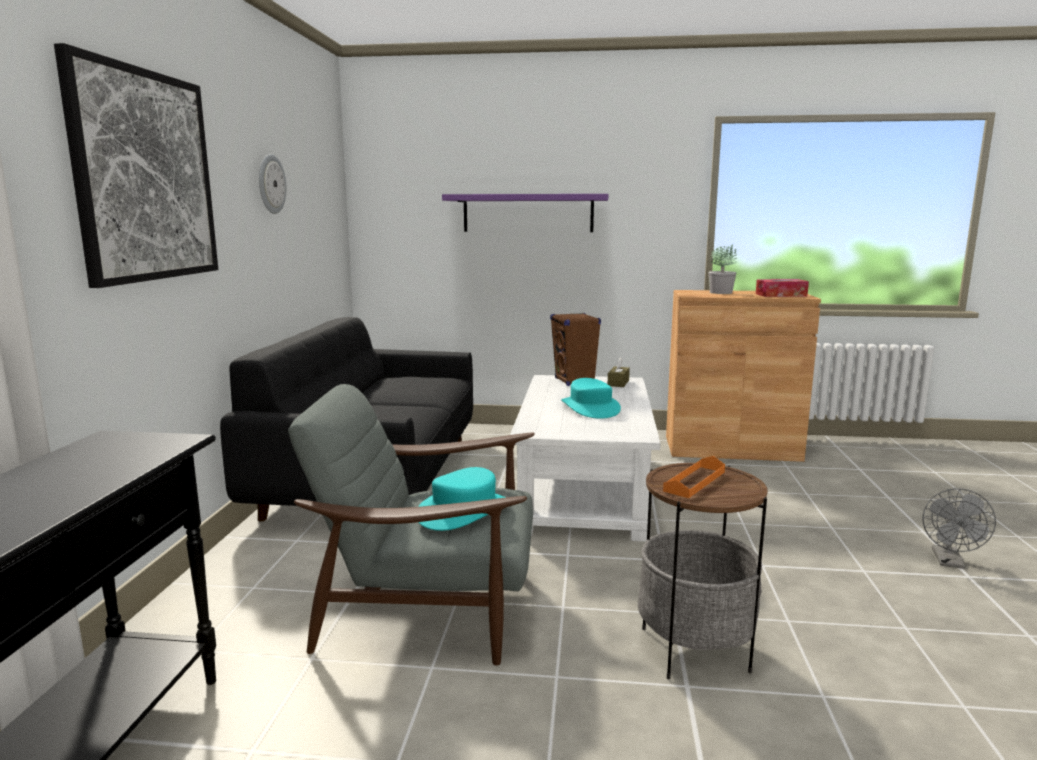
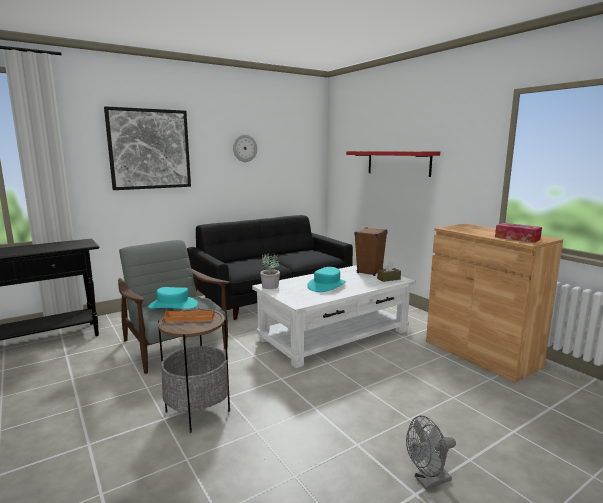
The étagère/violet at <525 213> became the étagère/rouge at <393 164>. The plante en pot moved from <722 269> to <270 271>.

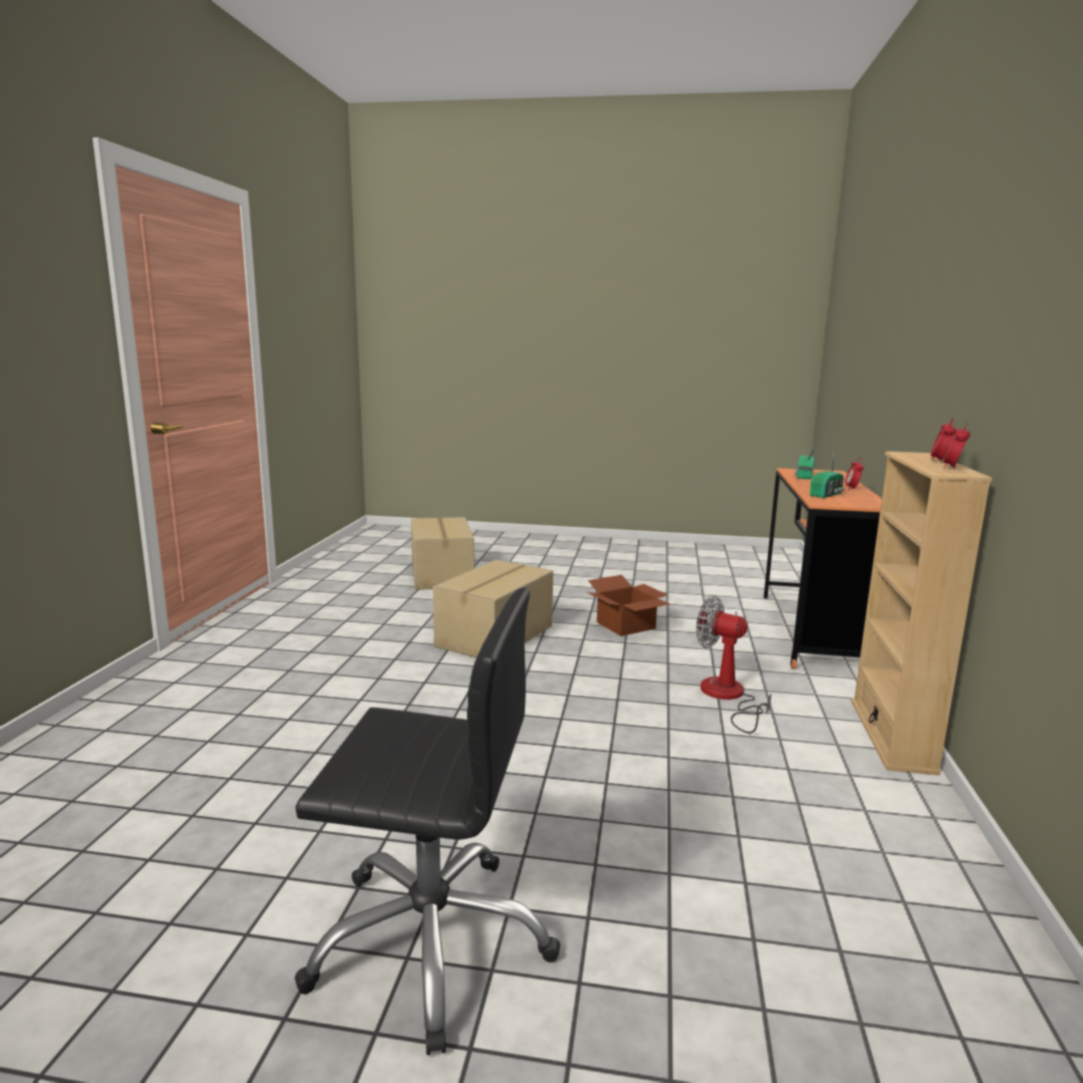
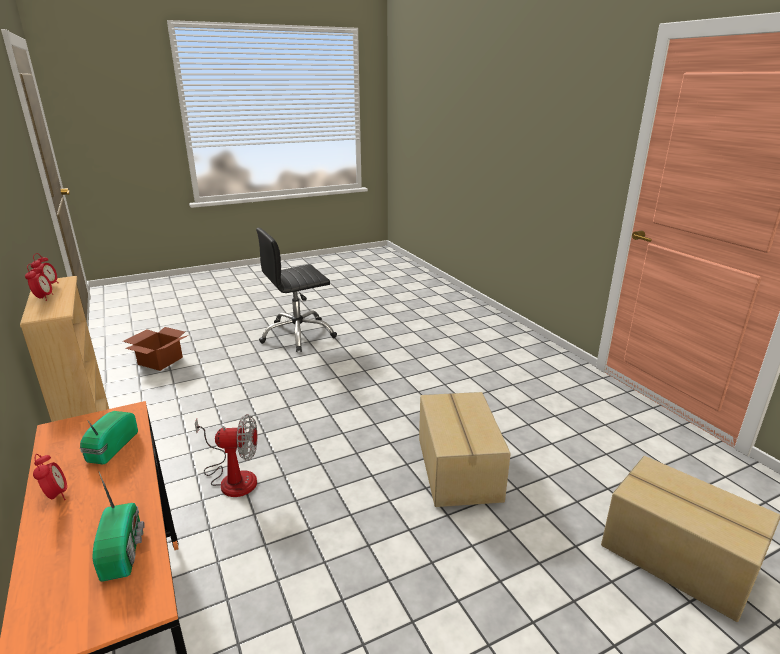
The carton moved from <628 605> to <156 349>.

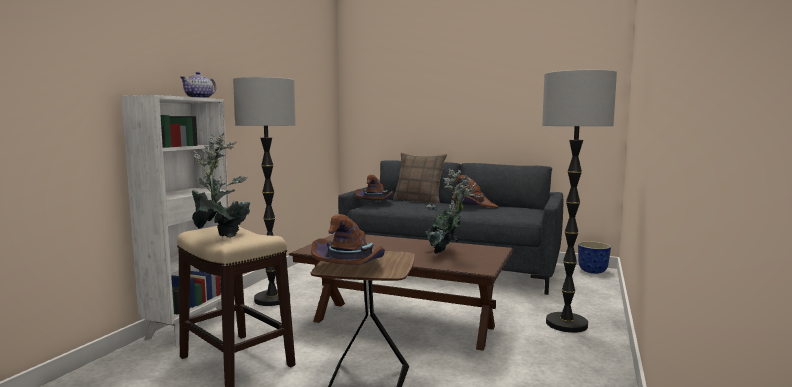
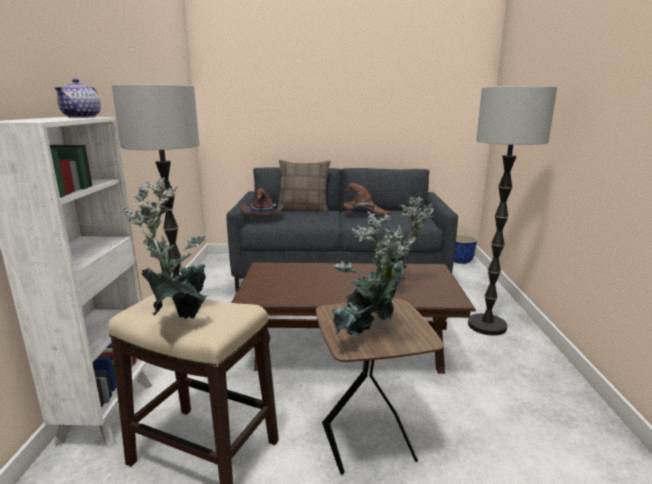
The chapeau/marron at <348 239> was replaced by the plante en pot at <374 272>.

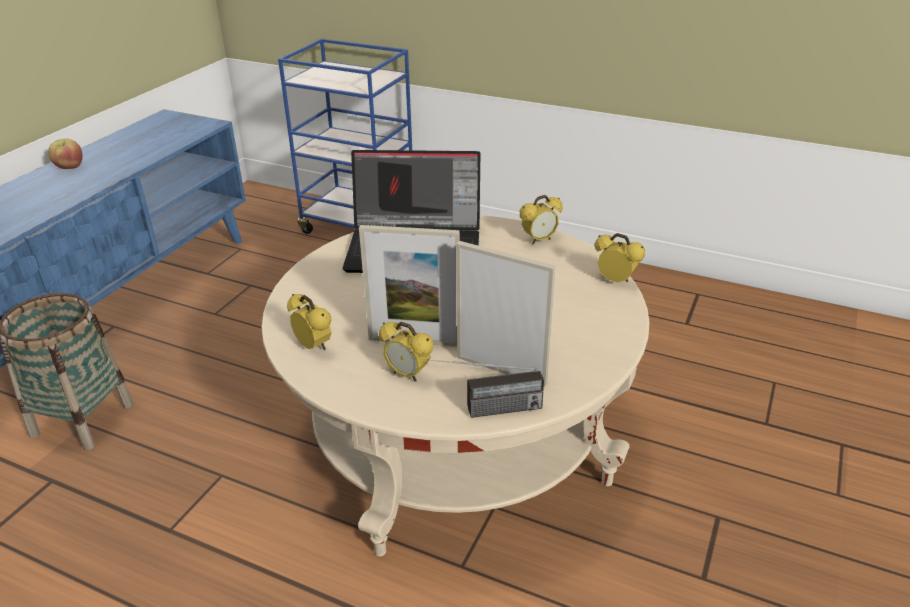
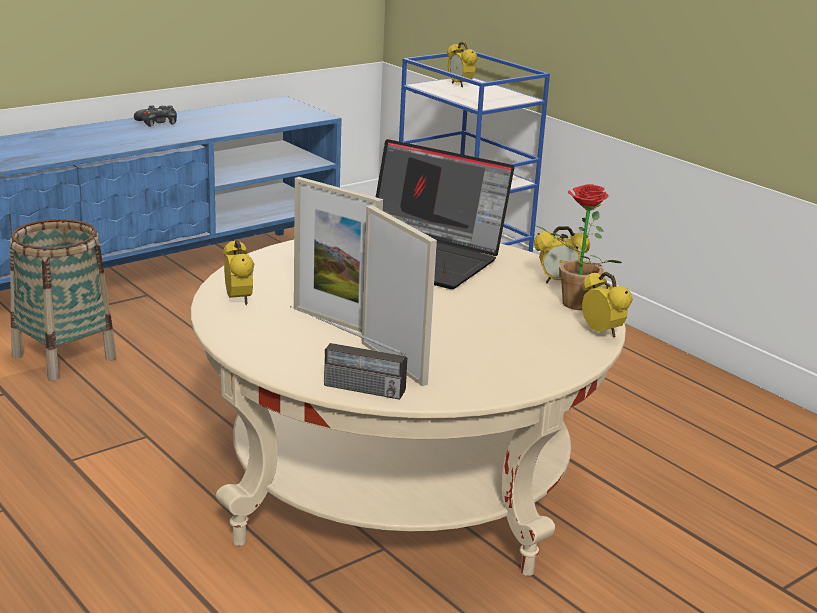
The pomme at <65 153> was replaced by the manette/noir at <155 116>. The réveil moved from <406 352> to <462 65>. The plante en pot at <579 247> appeared.

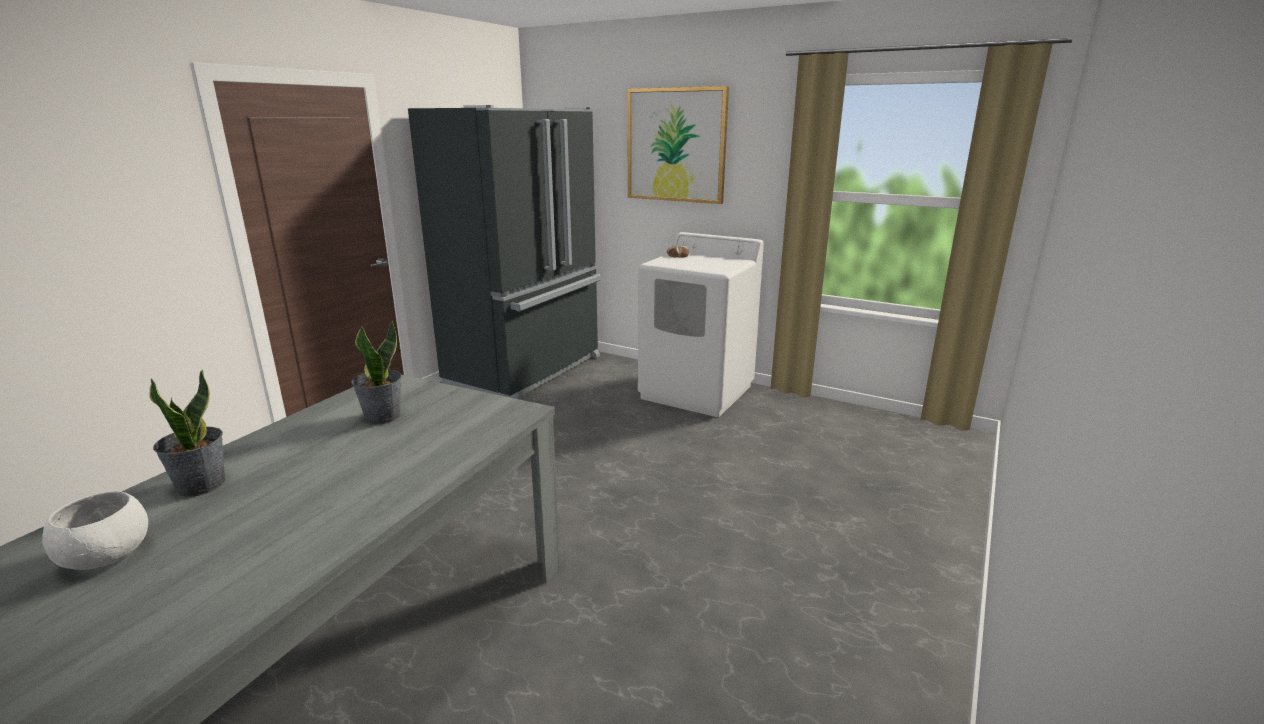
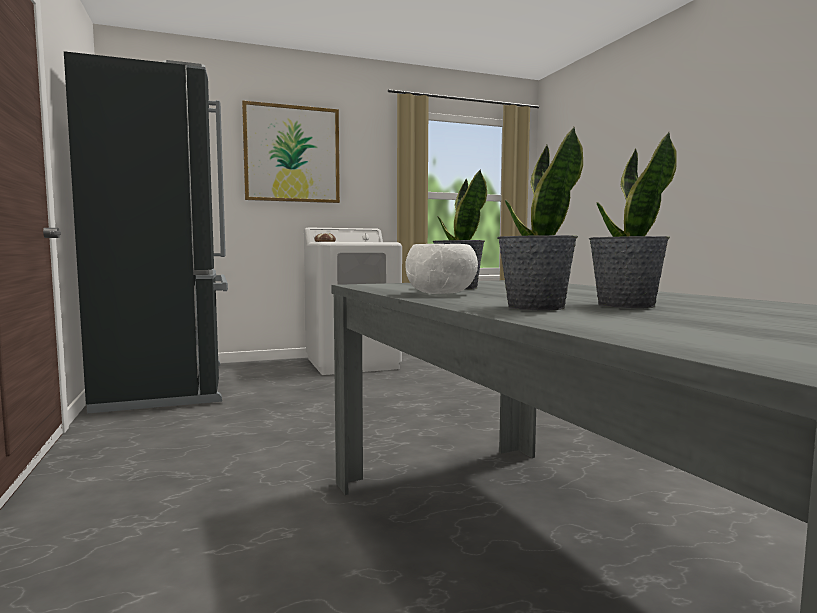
The bol/blanc moved from <95 530> to <441 269>. The plante en pot at <633 220> appeared.

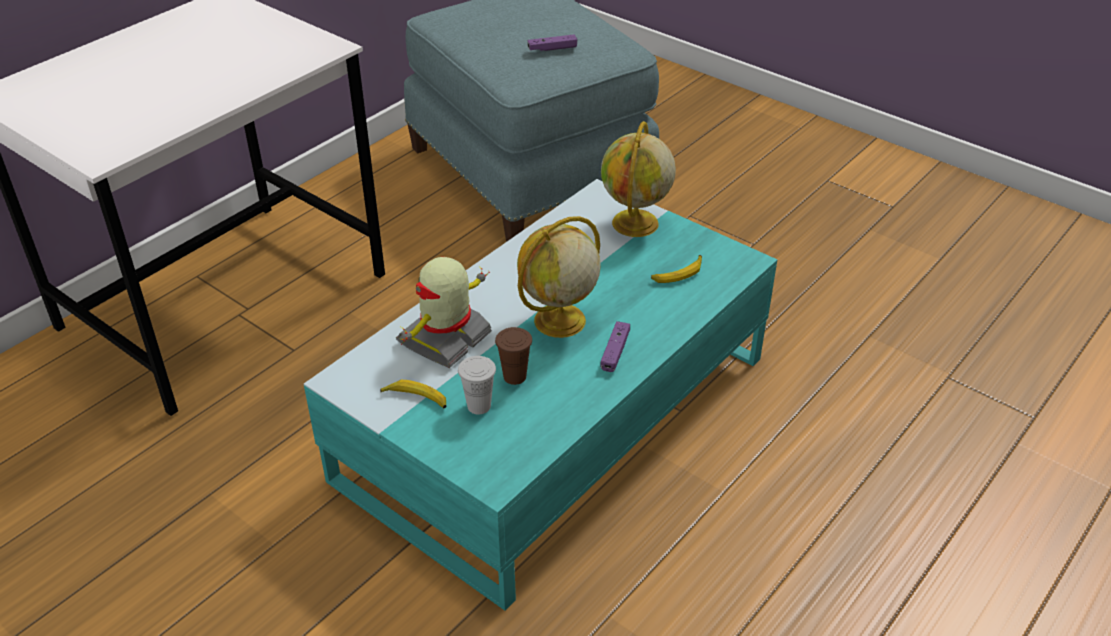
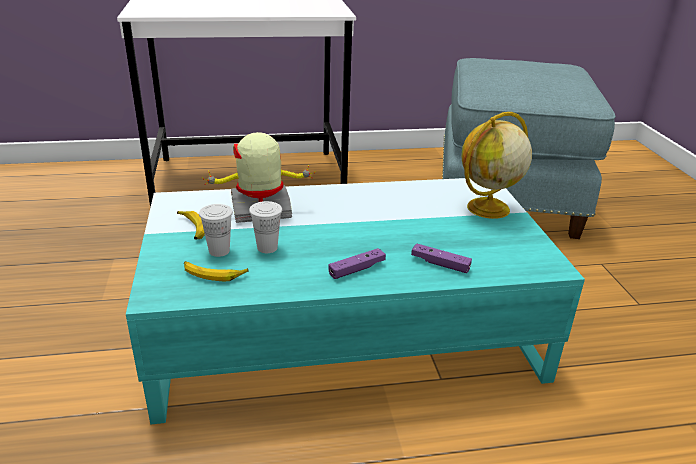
The manette/violet moved from <552 42> to <441 258>. The globe at <558 277> disappeared. The banane moved from <676 269> to <216 271>. The tasse/marron at <513 356> became the tasse/blanc at <265 227>.

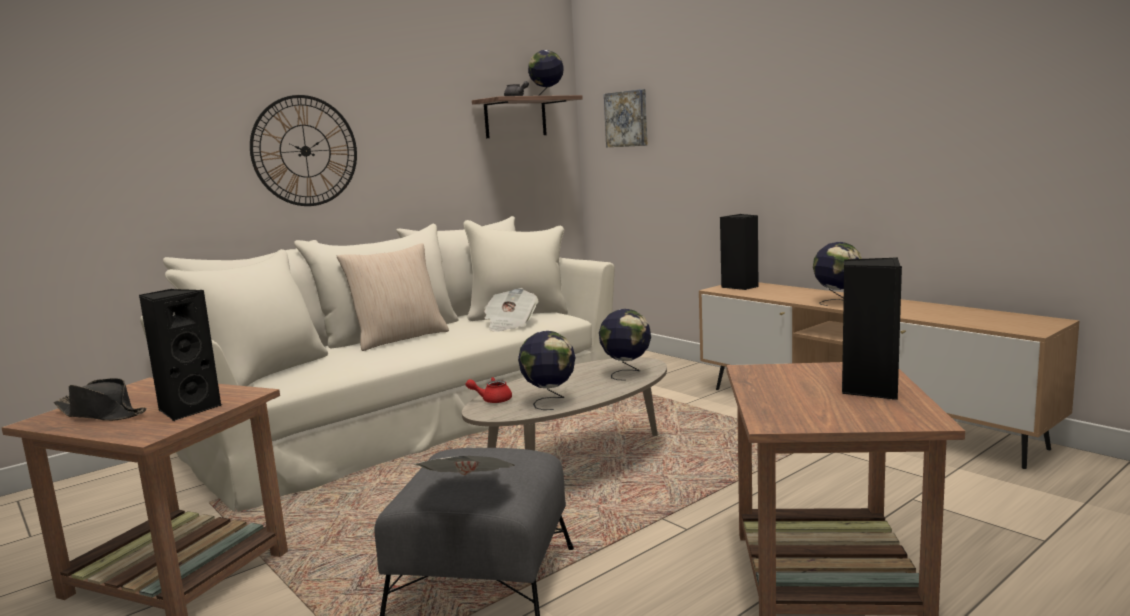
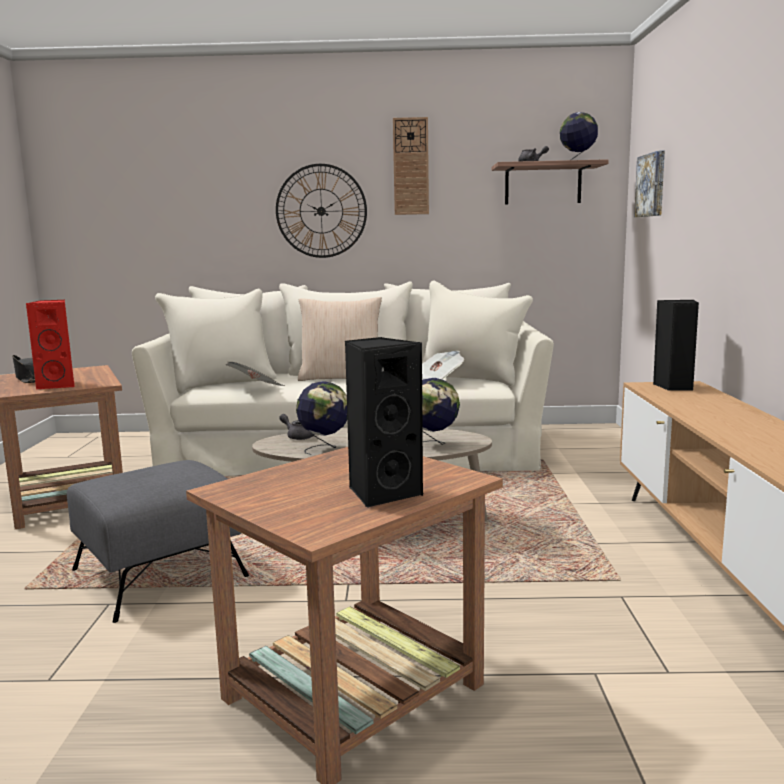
The globe at <837 274> disappeared. The enceinte/noir at <180 355> became the enceinte/rouge at <50 345>. The théière/rouge at <489 390> became the théière/gris at <296 427>. The journal moved from <464 465> to <255 374>. The horloge murale at <411 166> appeared.

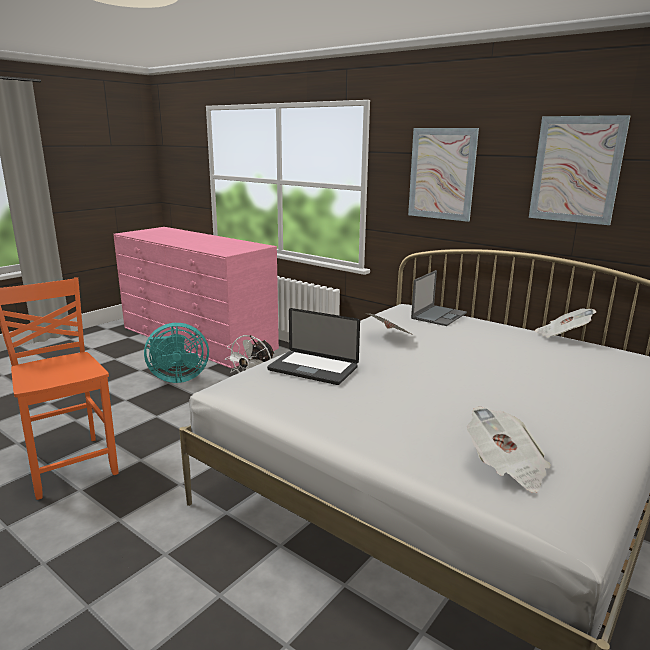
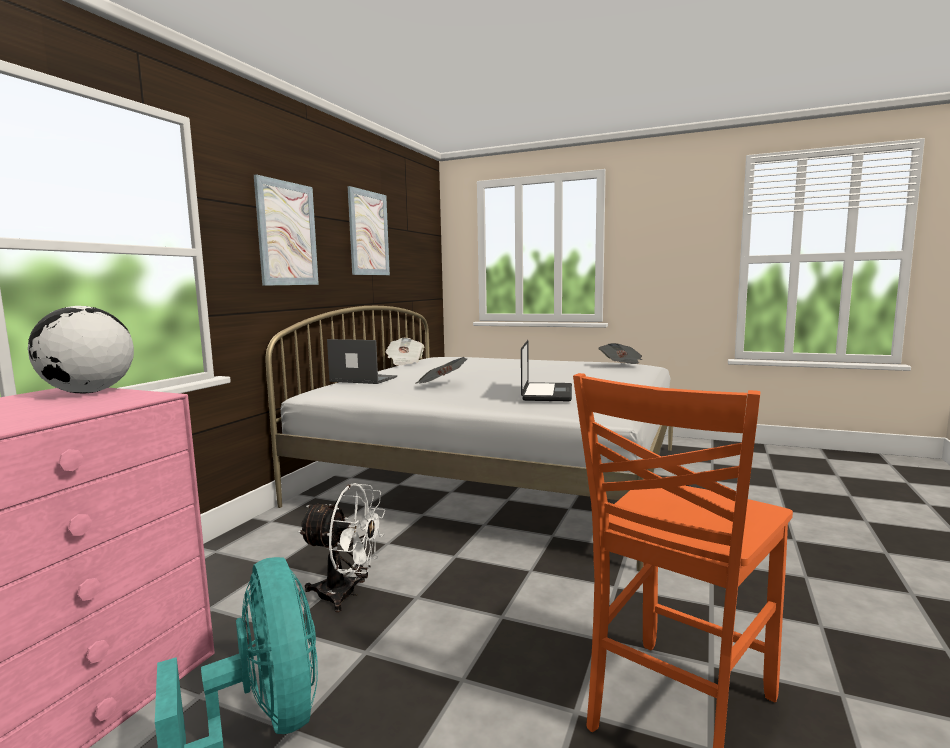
The globe at <81 350> appeared.

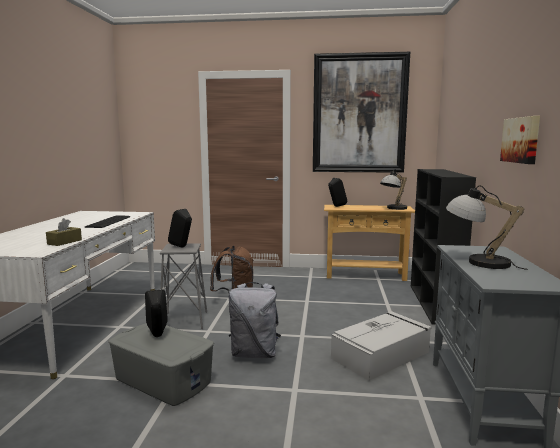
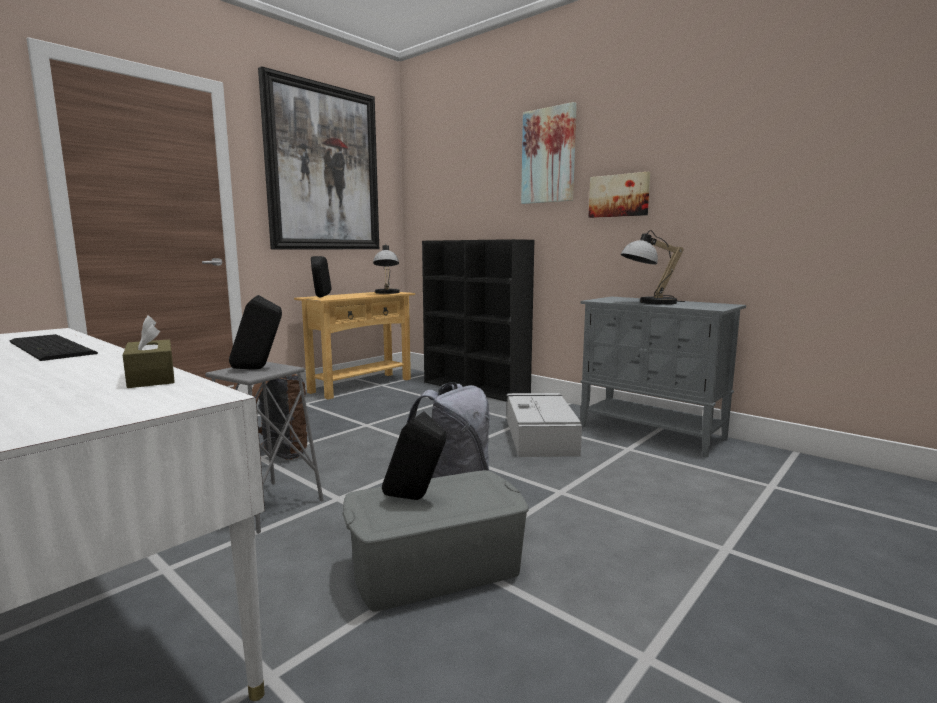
The tableau at <549 153> appeared.

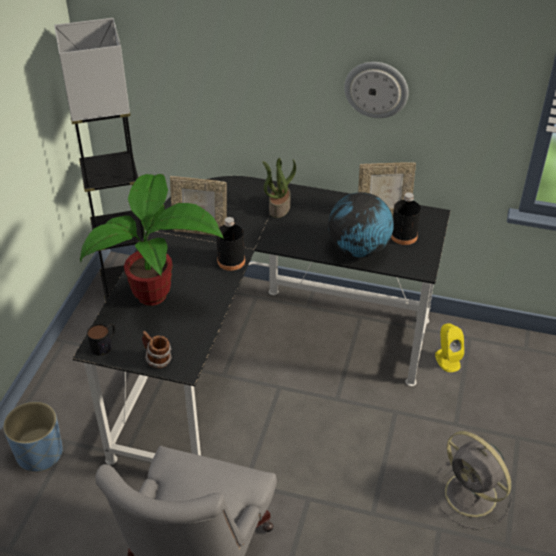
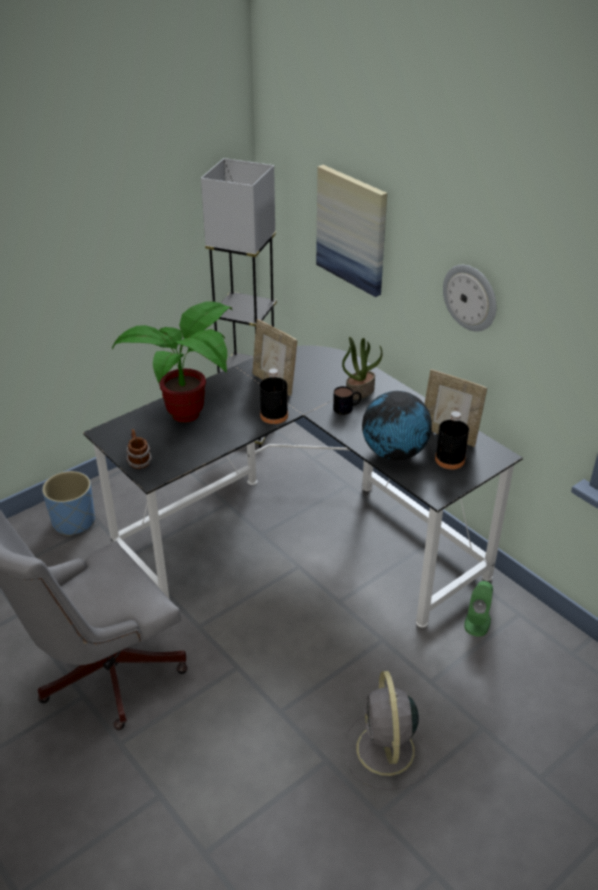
The mug moved from <101 339> to <347 400>. The enceinte/jaune at <449 347> became the enceinte/vert at <478 609>. The tableau at <351 231> appeared.

